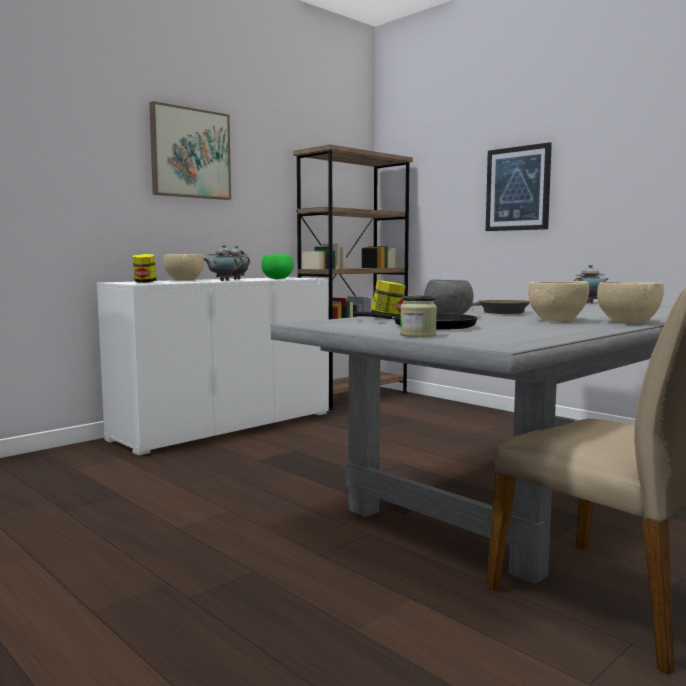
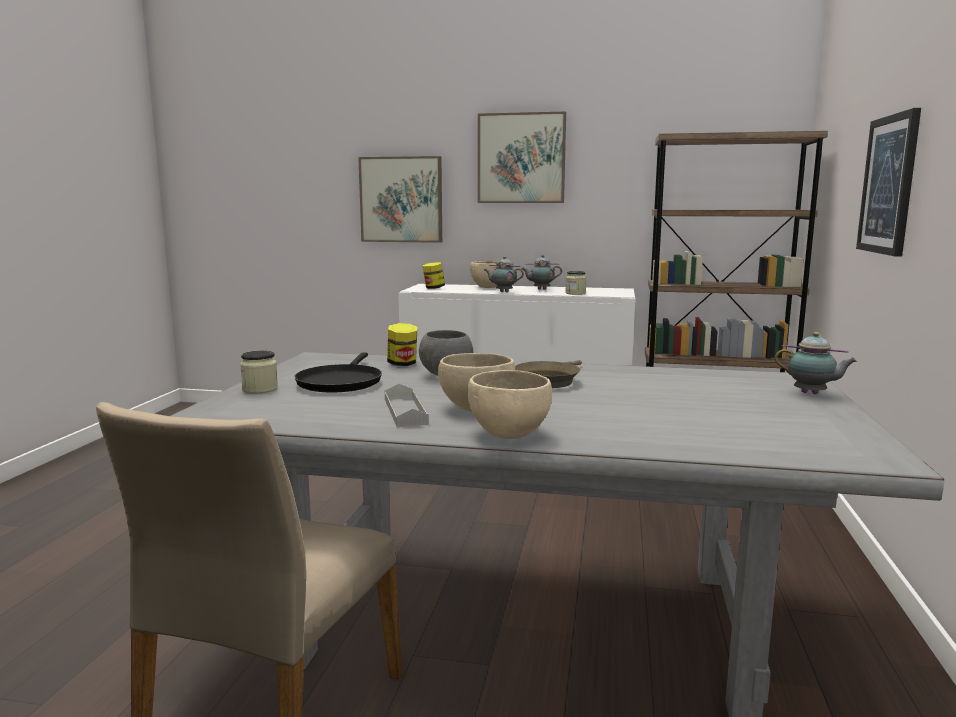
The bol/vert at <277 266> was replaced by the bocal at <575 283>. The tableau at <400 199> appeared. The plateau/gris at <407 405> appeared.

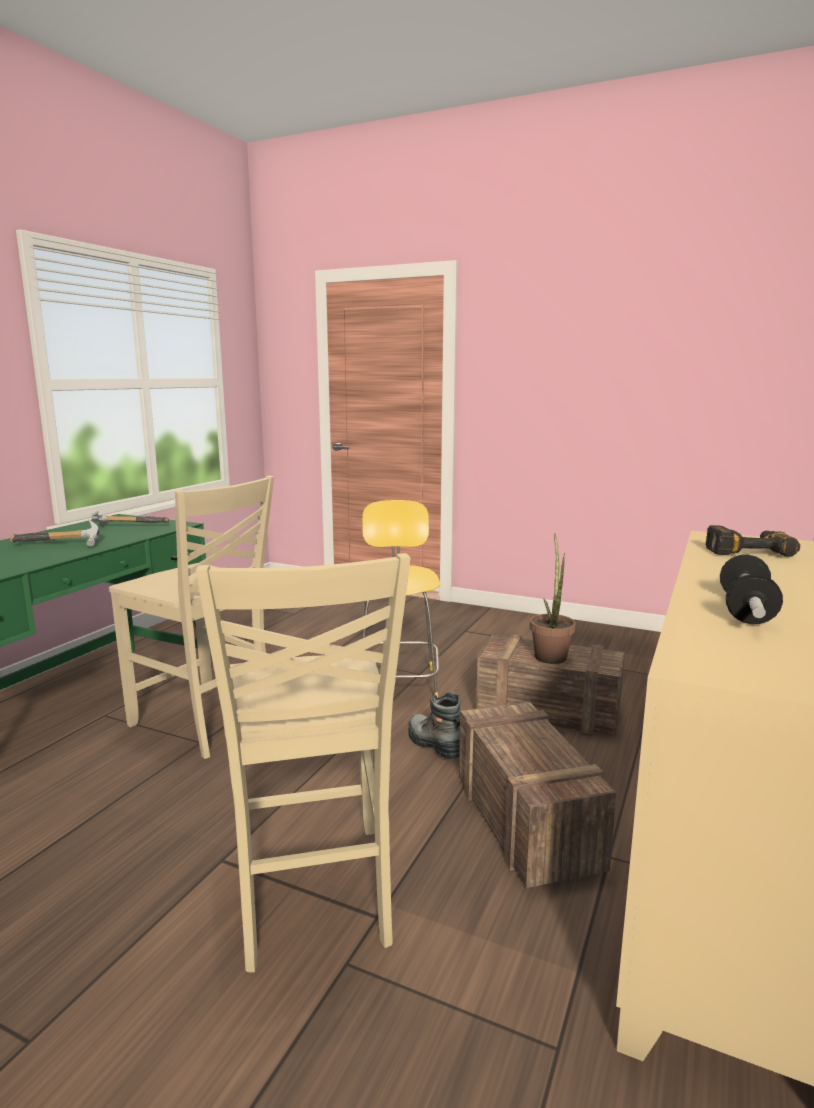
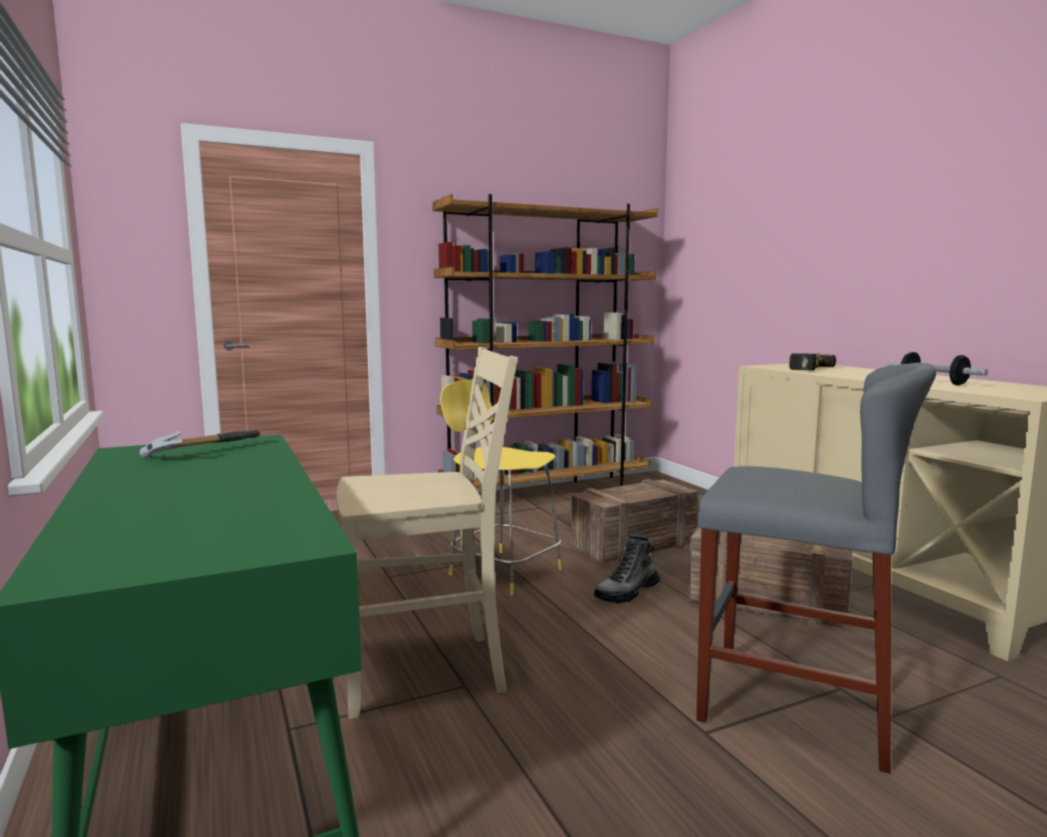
The marteau at <55 533> disappeared. The plante en pot at <553 599> disappeared. The chaise/beige at <303 763> was replaced by the tabouret/gris at <816 568>. The botte at <434 725> turned 45 degrees counterclockwise. The bibliothèque/marron at <545 341> appeared.

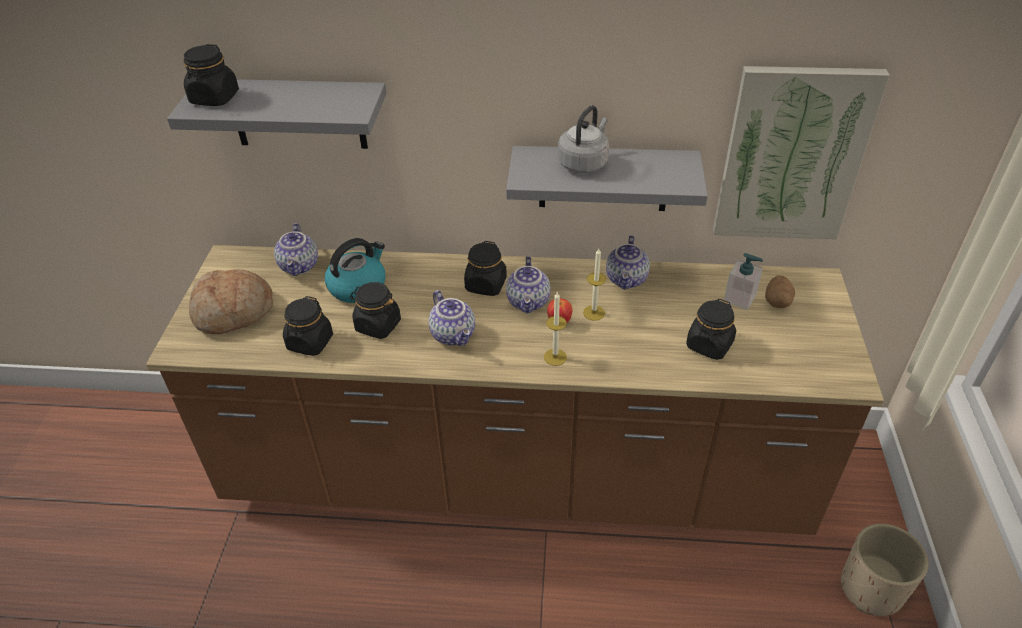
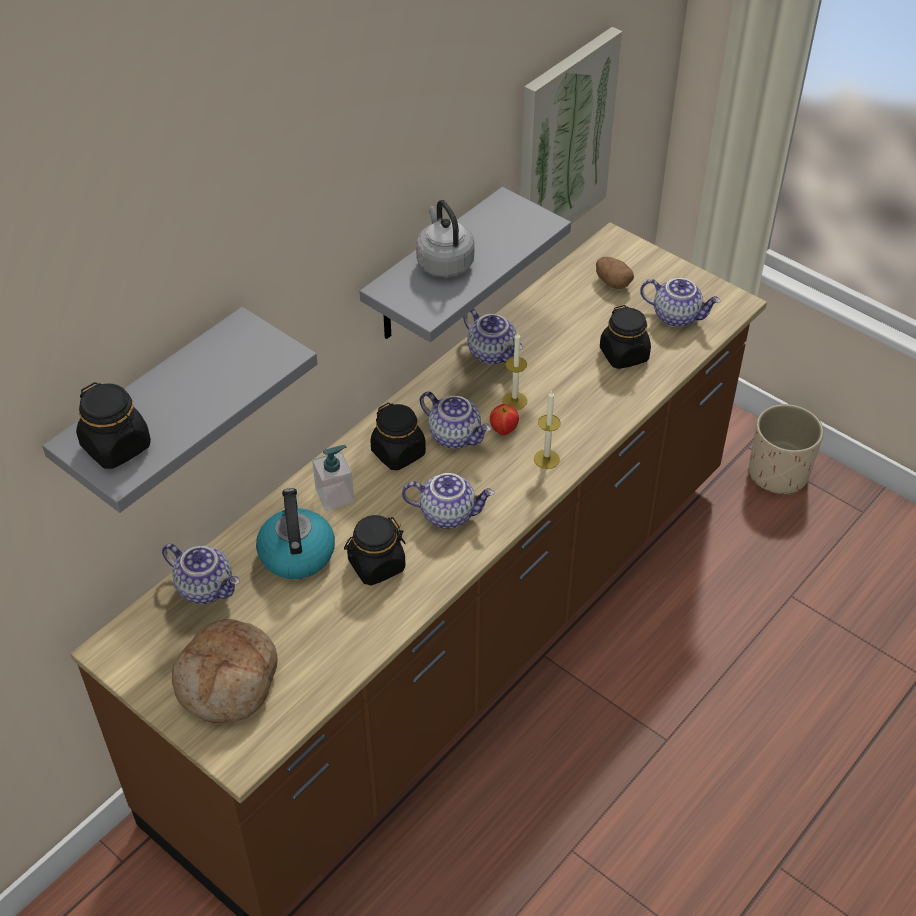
The distributeur de savon moved from <743 281> to <333 478>. The bocal/noir at <308 326> disappeared. The théière at <680 302> appeared.

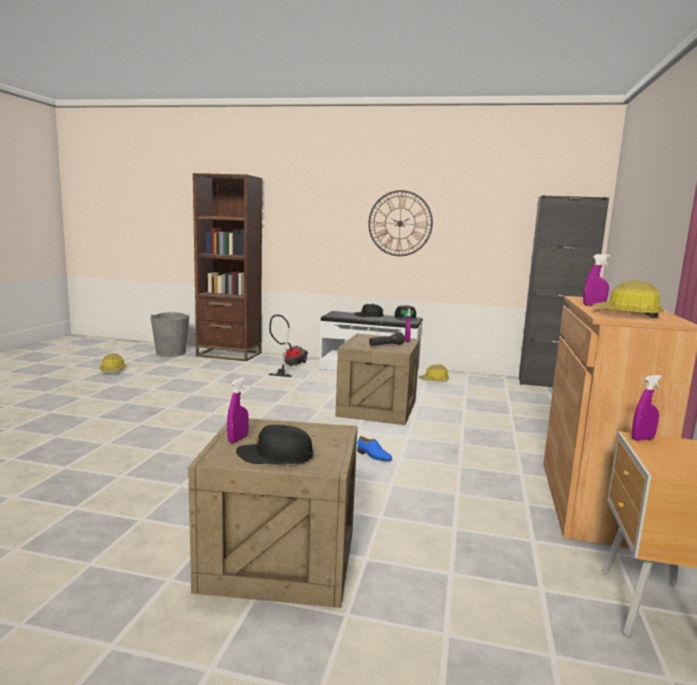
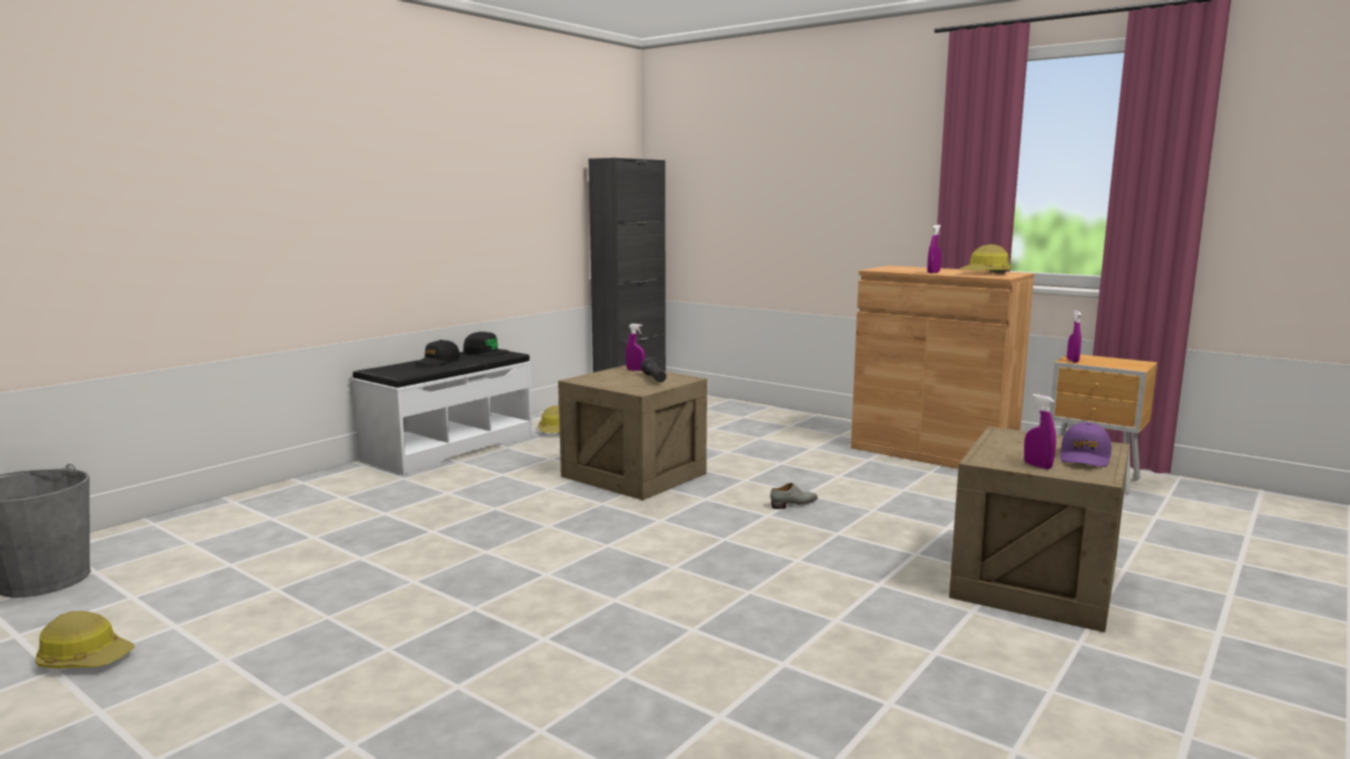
The bibliothèque/marron at <228 267> disappeared. The horloge murale at <400 223> disappeared. The aspirateur at <288 346> disappeared. The casquette/noir at <274 444> became the casquette/violet at <1085 444>. The chaussure/bleu at <374 448> became the chaussure/gris at <794 496>.

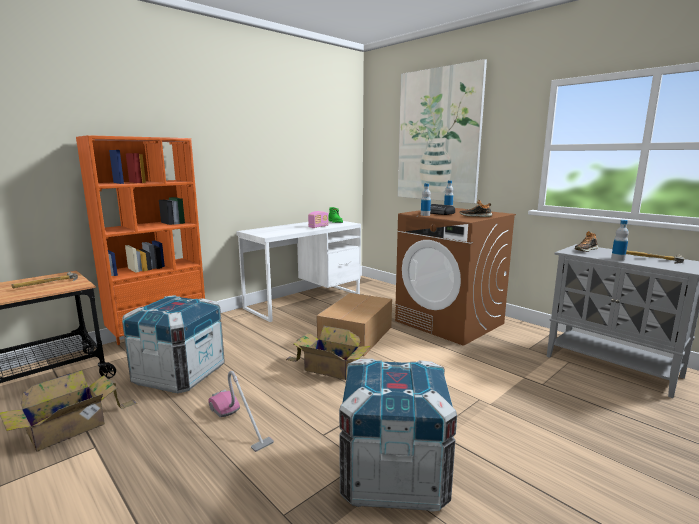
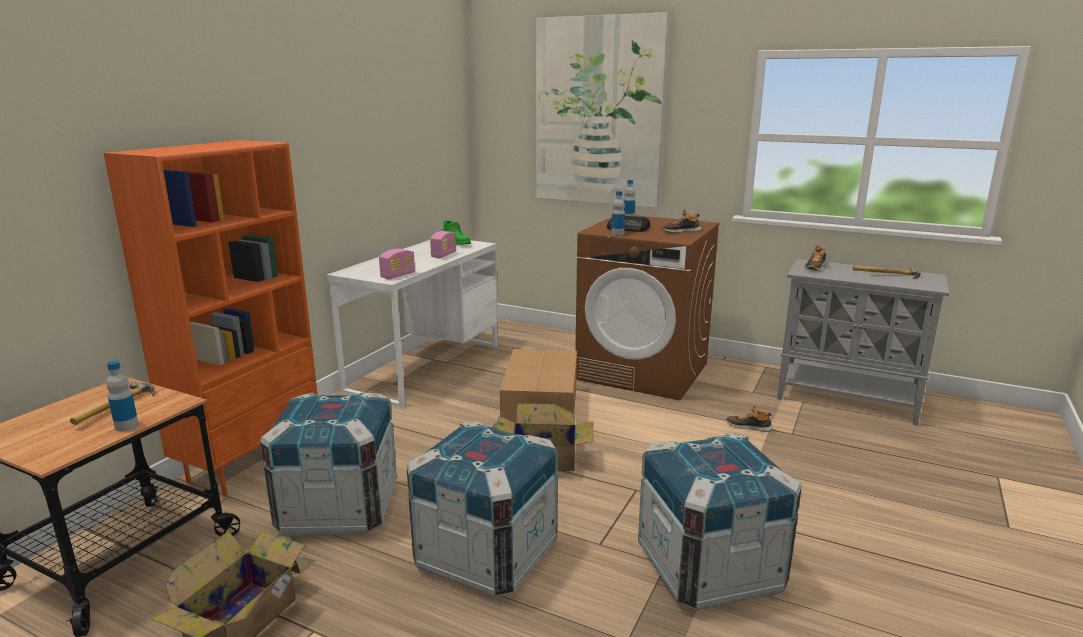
The bouteille moved from <620 240> to <122 396>. The aspirateur at <241 411> was replaced by the caisse at <482 509>. The radio at <397 264> appeared. The chaussure at <749 419> appeared.

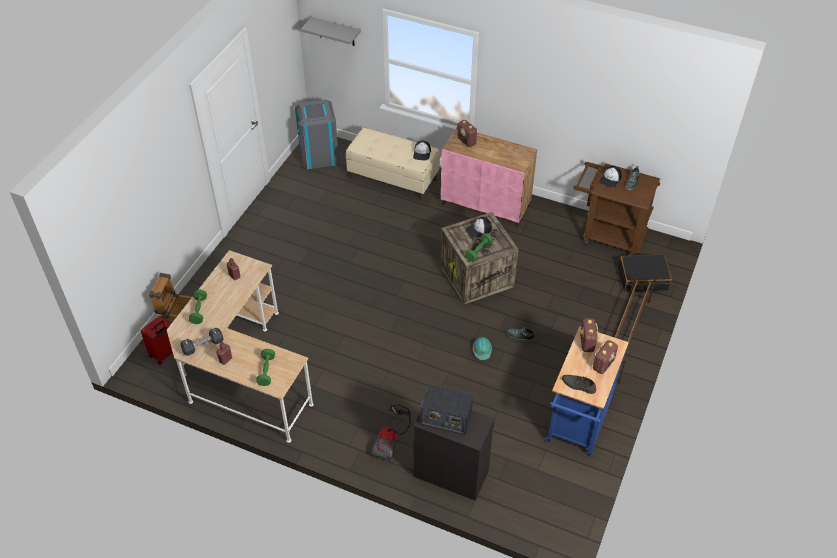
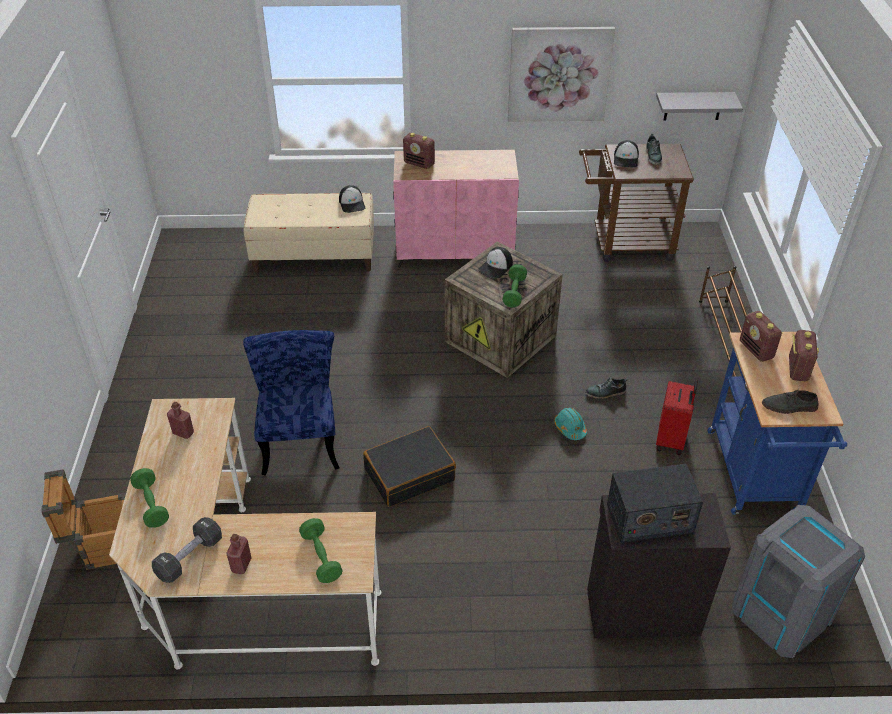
The étagère/gris moved from <331 31> to <699 106>. The poubelle/gris moved from <317 134> to <798 581>. The valise/noir moved from <645 273> to <409 466>. The valise/rouge moved from <157 340> to <677 417>. The aspirateur at <391 432> disappeared. The tableau at <561 74> appeared. The chaise/bleu at <291 402> appeared.

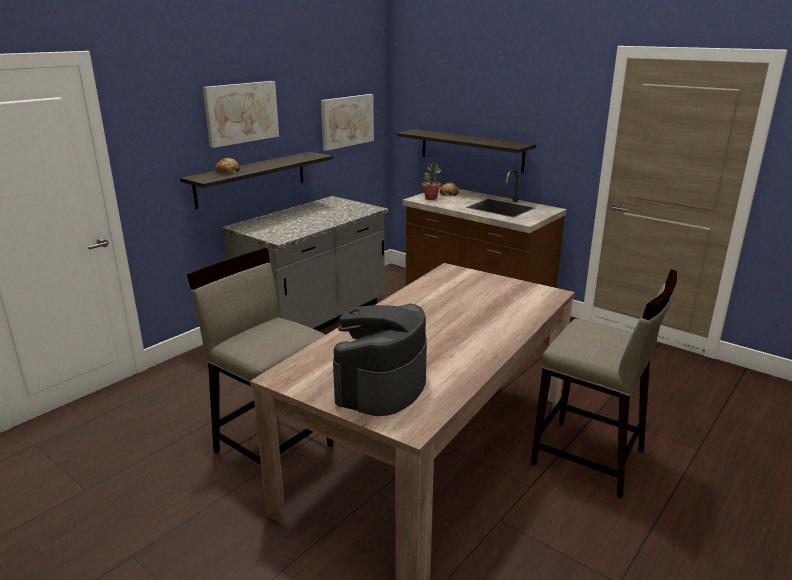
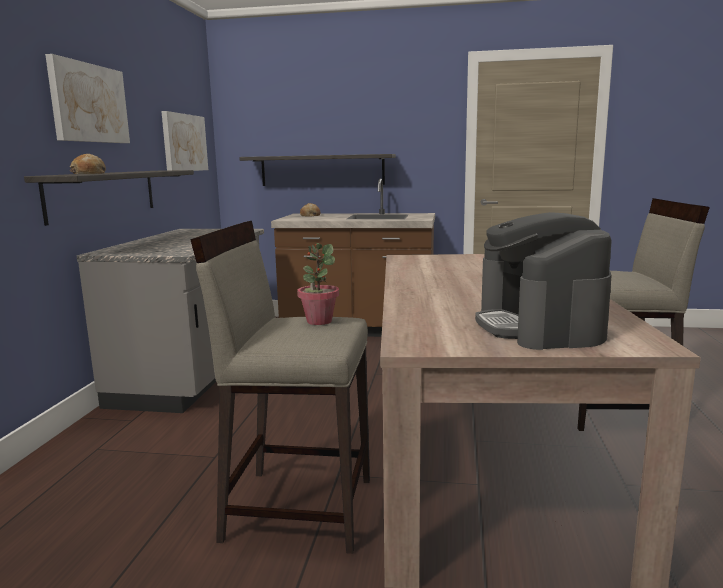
The plante en pot moved from <431 181> to <318 284>.

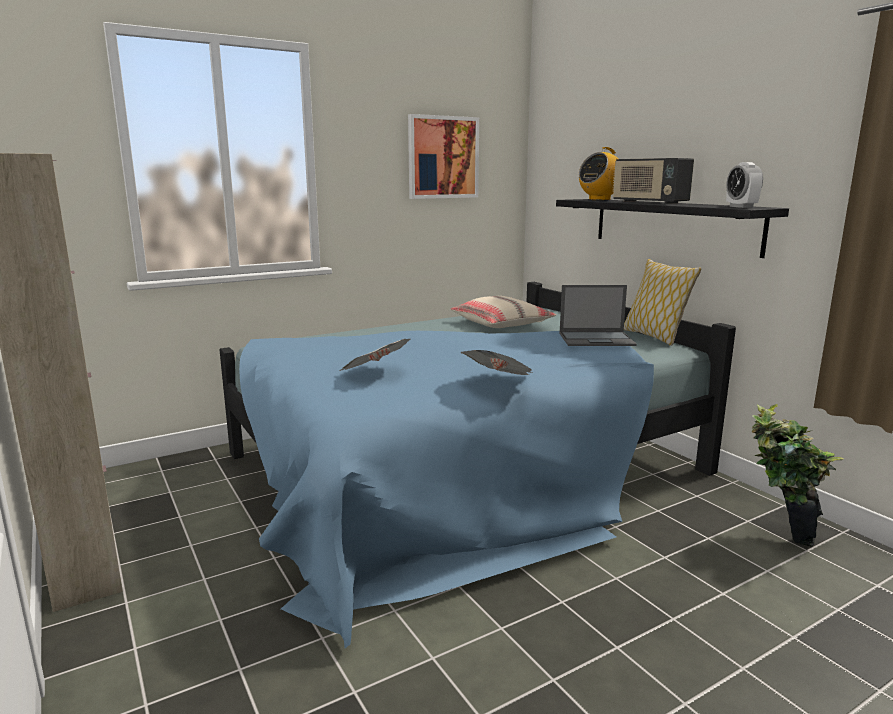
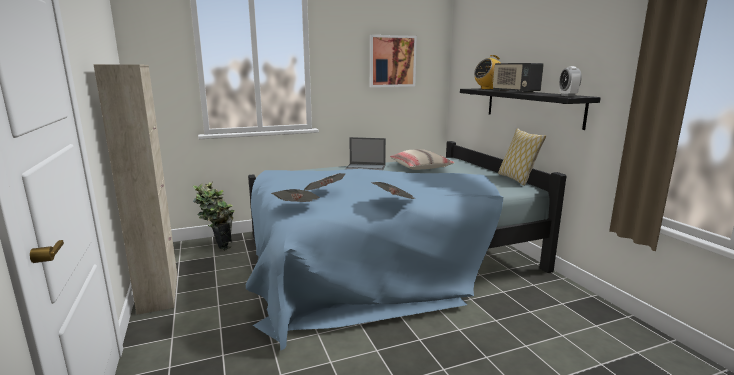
The ordinateur portable moved from <598 315> to <365 153>. The plante en pot moved from <797 475> to <214 216>. The journal at <295 195> appeared.

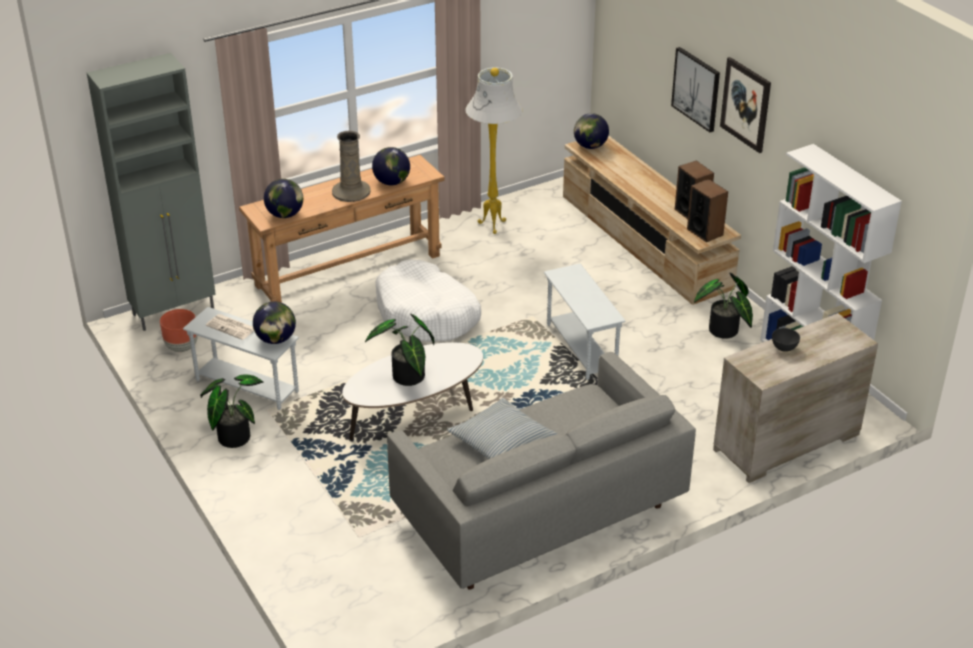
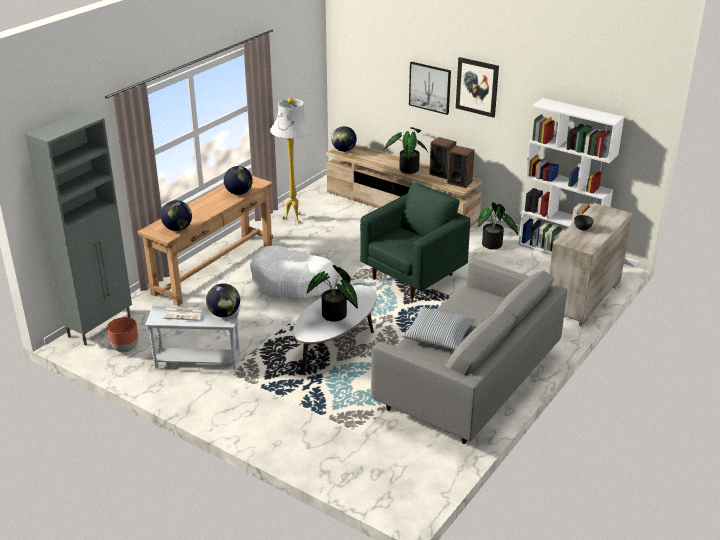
The vase/beige at <351 166> disappeared. The table d'appoint/blanc at <585 322> was replaced by the fauteuil/vert at <415 240>. The plante en pot moved from <232 411> to <406 150>.

